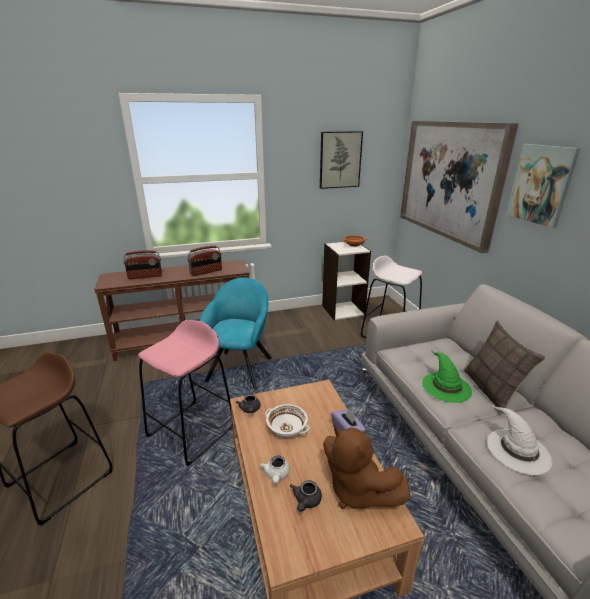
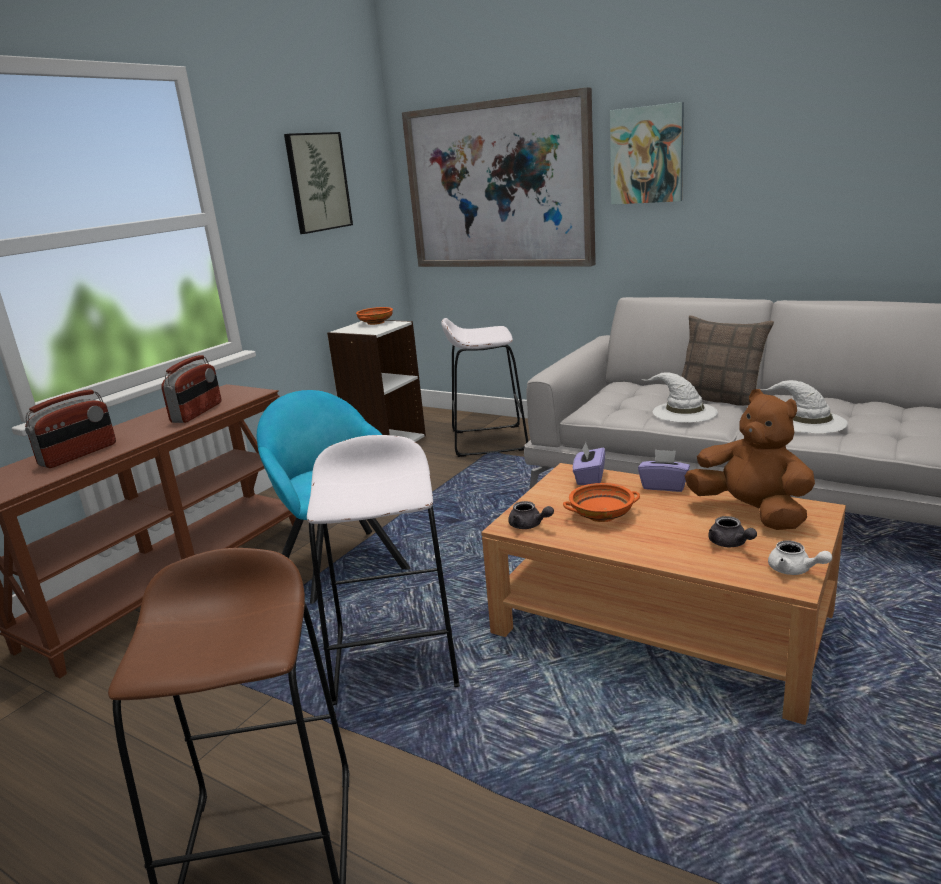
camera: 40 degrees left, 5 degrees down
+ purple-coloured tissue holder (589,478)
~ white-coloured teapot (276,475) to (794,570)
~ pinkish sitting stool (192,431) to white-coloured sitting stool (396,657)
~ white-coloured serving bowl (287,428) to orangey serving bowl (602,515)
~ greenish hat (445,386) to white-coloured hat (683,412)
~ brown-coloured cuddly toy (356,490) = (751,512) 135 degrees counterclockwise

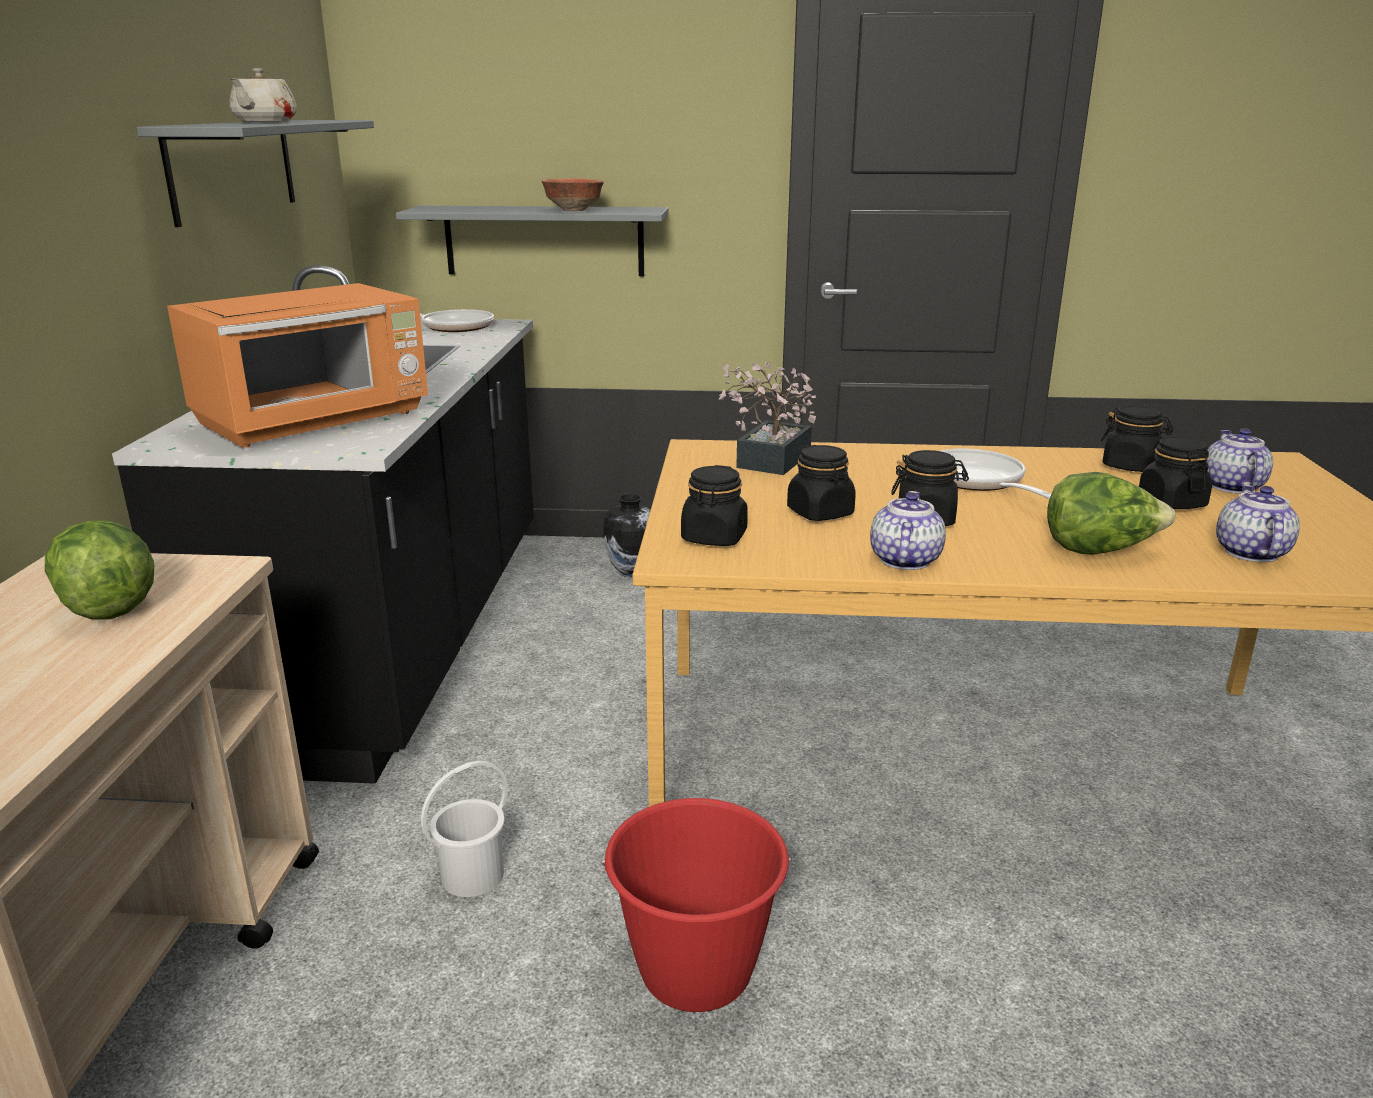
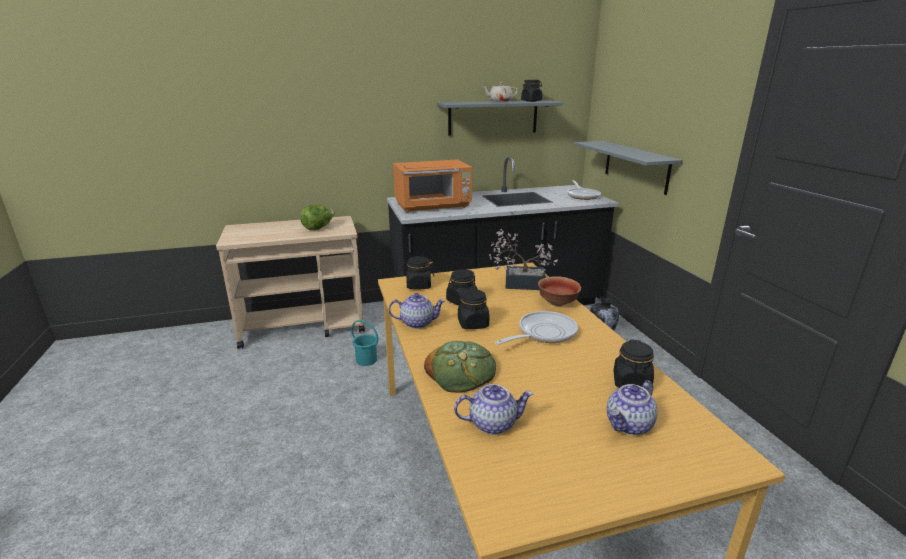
camera: 70 degrees right, 0 degrees up
- reddish bucket (696,971)
~ serving bowl (574,210) to (558,303)
~ blackish storage jar (1171,502) to (531,101)
~ lettuce head (1099,550) to bread (461,371)
~ white-coloured bucket (471,875) to blue-green bucket (366,360)
~ orangey microwave (316,421) = (433,206) 45 degrees counterclockwise
~ teapot (1231,486) = (629,425) 150 degrees clockwise

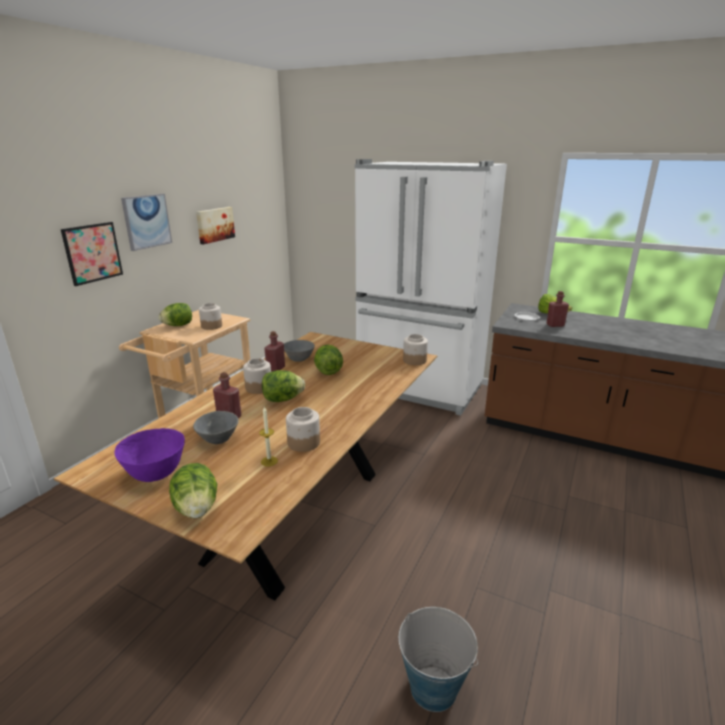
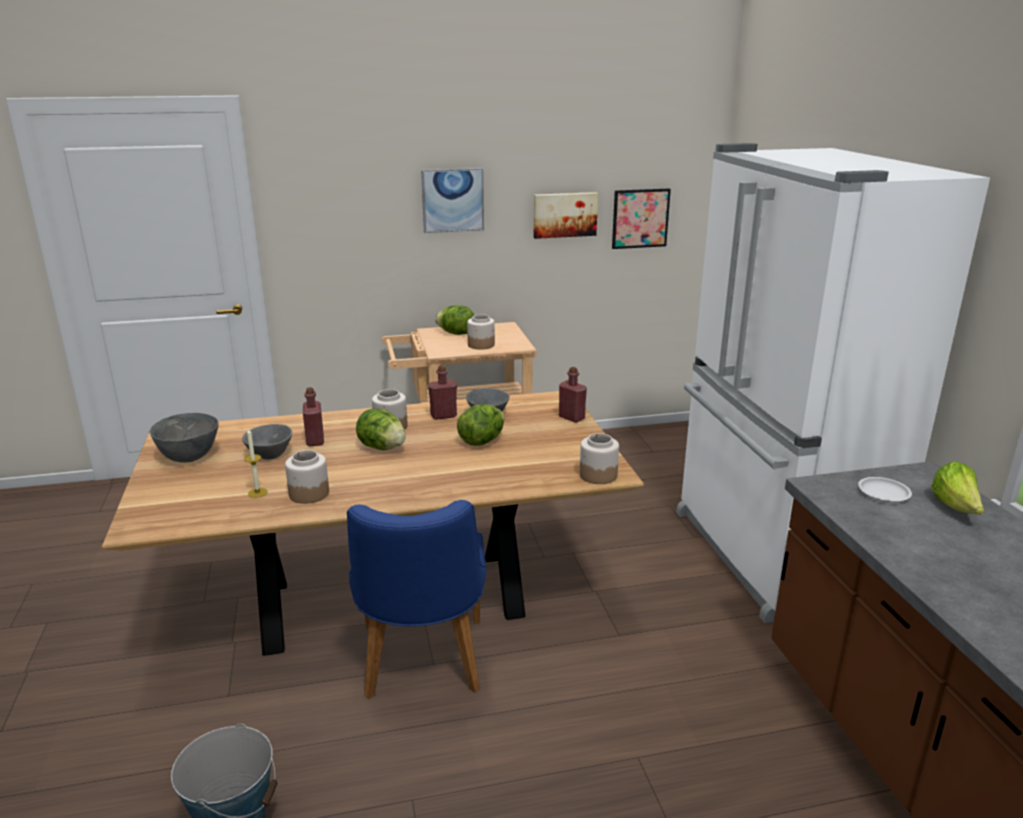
camera: 50 degrees right, 0 degrees up
- lettuce head (197,509)
+ blue upright chair (422,666)
~ picture (93,253) to (640,218)
~ reddish beverage bottle (555,325) to (571,417)
~ purple-coloured serving bowl (156,474) to greyish serving bowl (189,458)

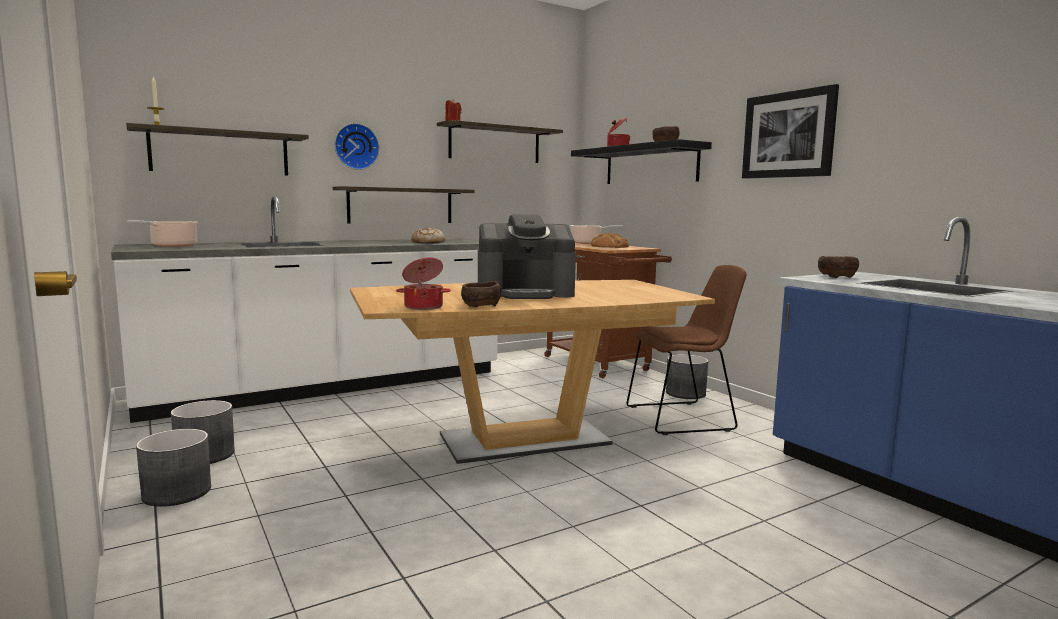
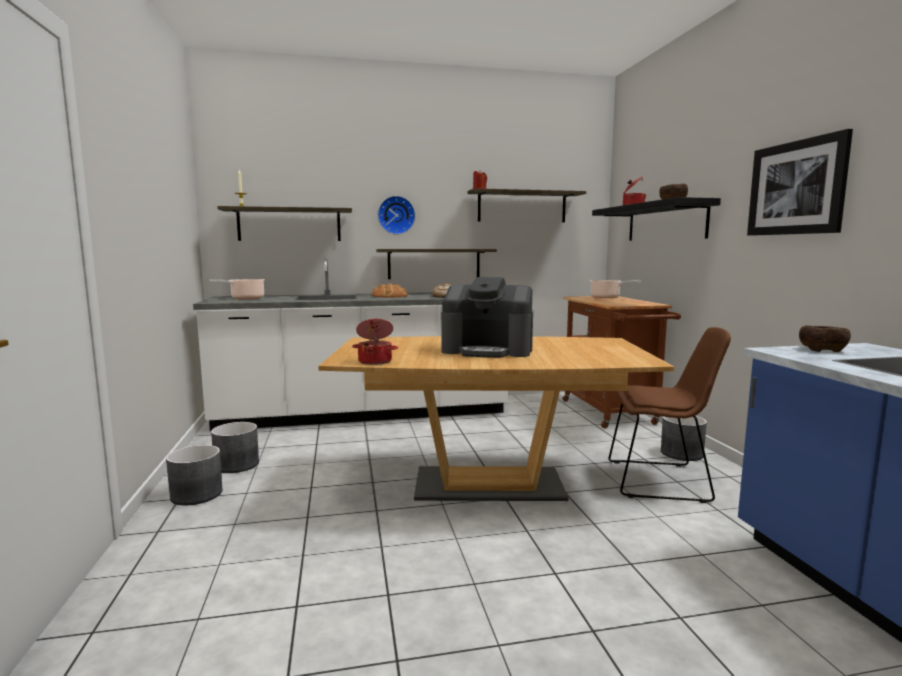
camera: 20 degrees right, 0 degrees up
- brown-coloured serving bowl (480,306)
~ bread (609,246) to (390,296)

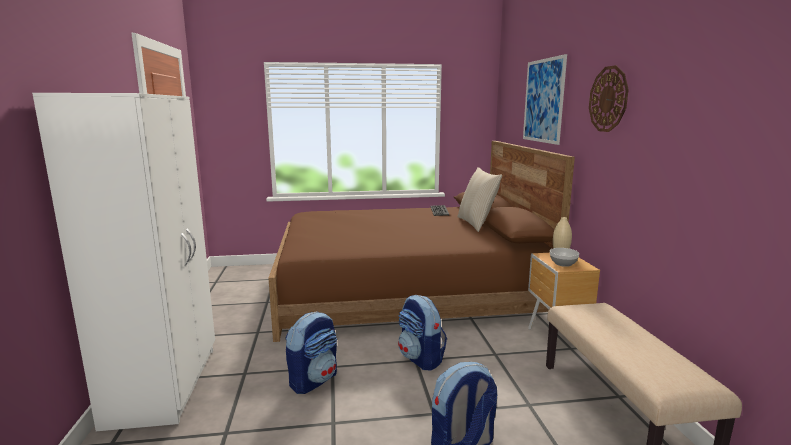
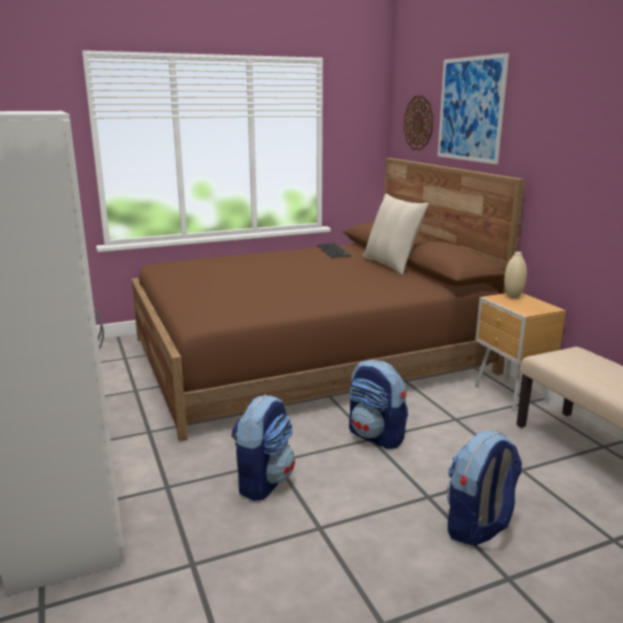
camera: 15 degrees left, 5 degrees up
- serving bowl (563,263)
~ clock on the wall (608,99) to (419,123)

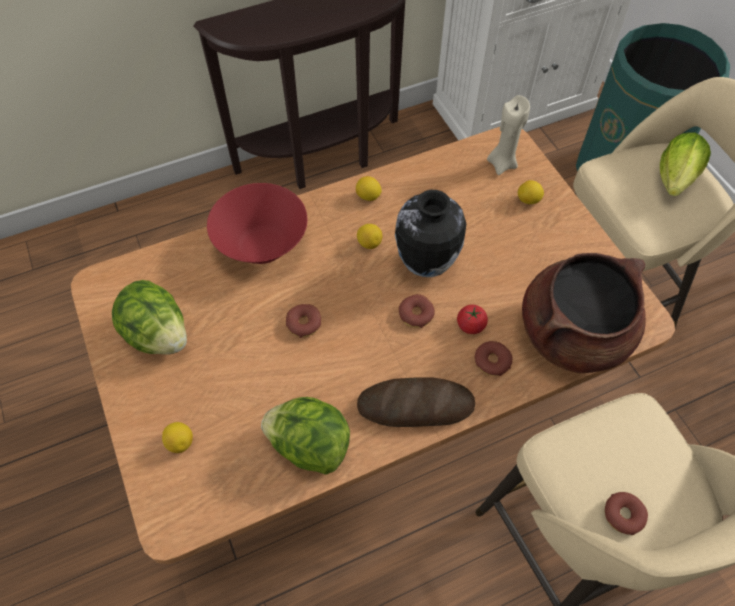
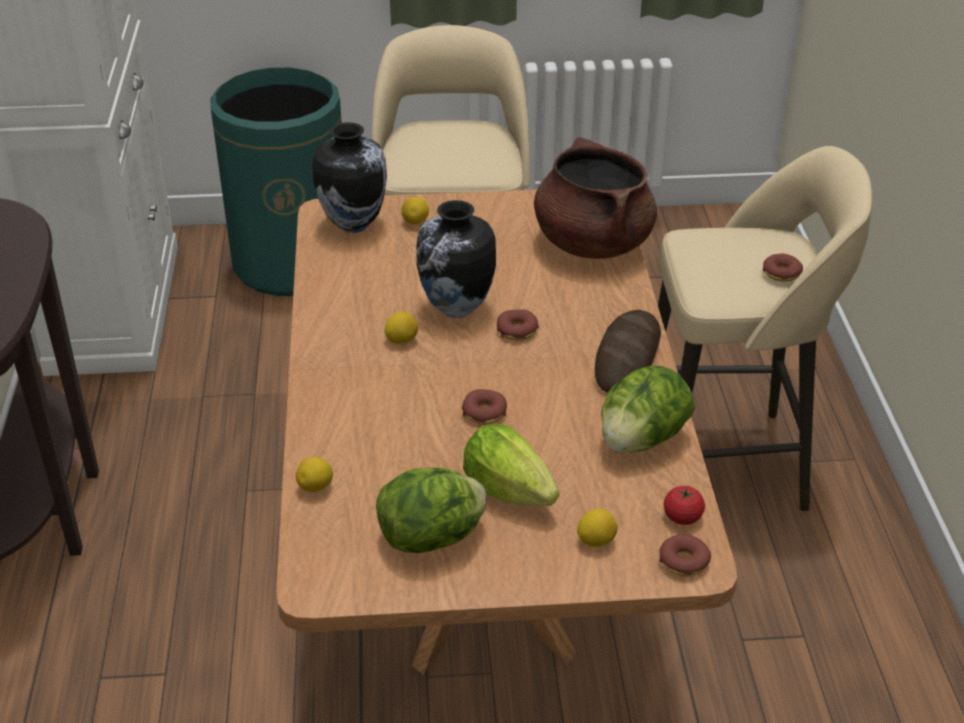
camera: 70 degrees left, 20 degrees down
- reddish serving bowl (262,245)
~ whole lemon (368,196) to (315,487)
~ fresh tomato (470,325) to (682,517)
~ donut (492,361) to (683,561)
~ lettuce head (675,178) to (508,490)
~ sand-coloured candle (502,163) to flower vase (353,224)

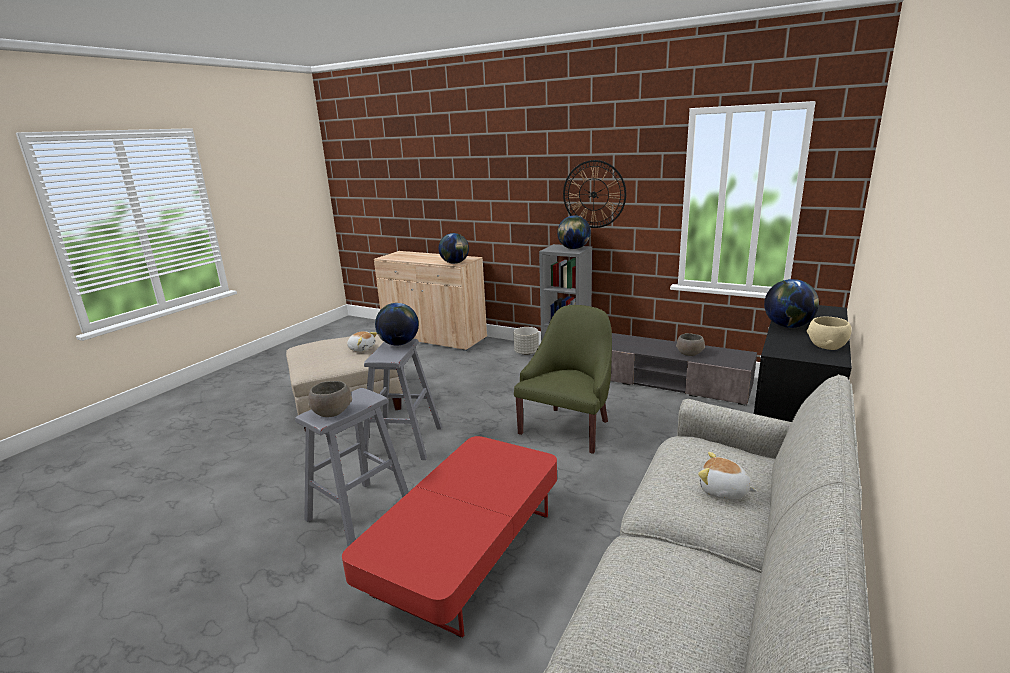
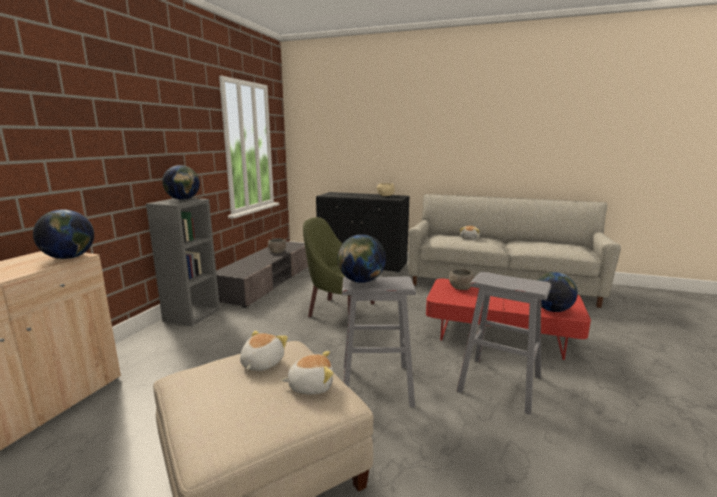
camera: 100 degrees left, 5 degrees down
- greyish flower pot (526,353)
- clock on the wall (594,194)
+ cuddly toy (310,386)
~ greyish serving bowl (332,411) to (460,288)
~ desk globe (788,326) to (552,310)

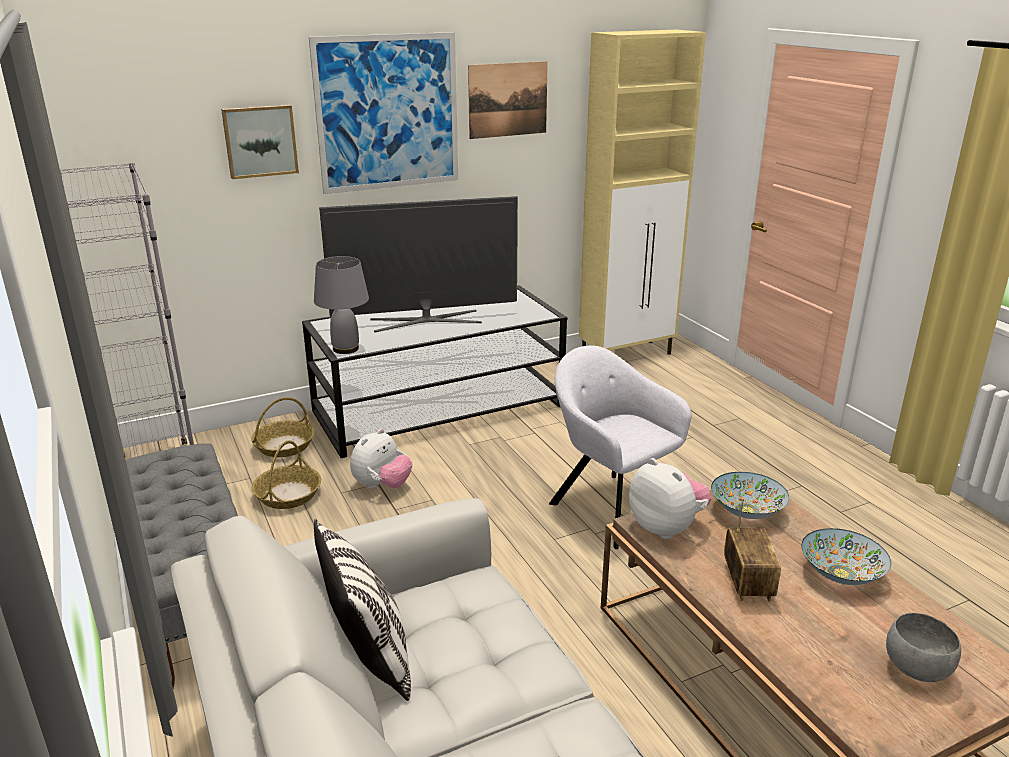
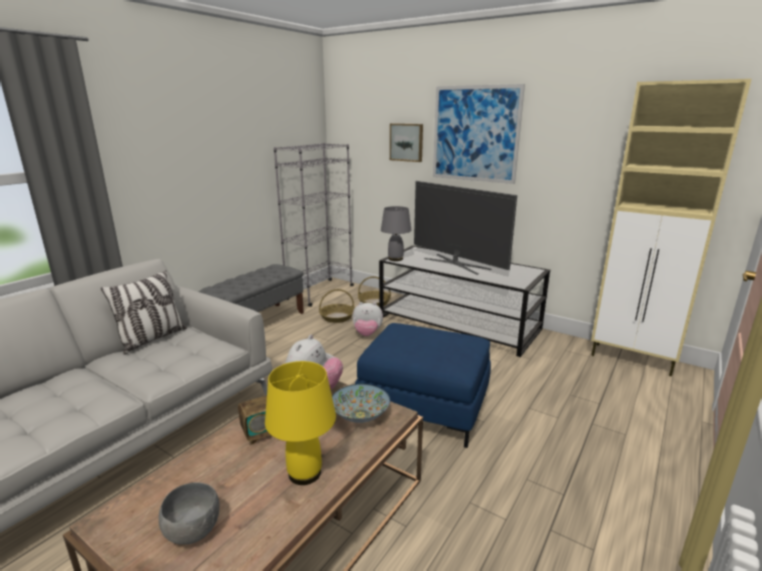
camera: 60 degrees right, 5 degrees down
- picture (508,100)
~ greyish lounge chair (610,506) to blue ottoman (424,406)
~ serving bowl (841,574) to yellow-coloured table lamp (304,473)

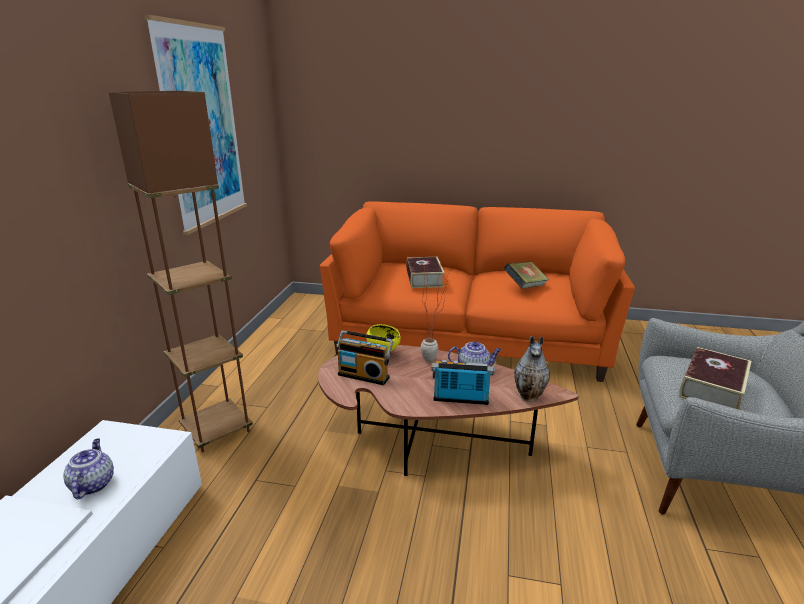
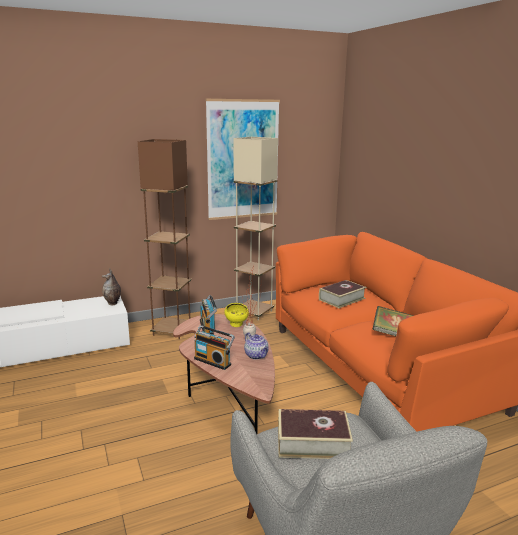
camera: 55 degrees right, 5 degrees down
- teapot (92,484)
+ sand-coloured standing lamp (254,312)
~ flower vase (530,396) to (113,303)
~ radio set (460,400) = (213,361) 150 degrees clockwise

